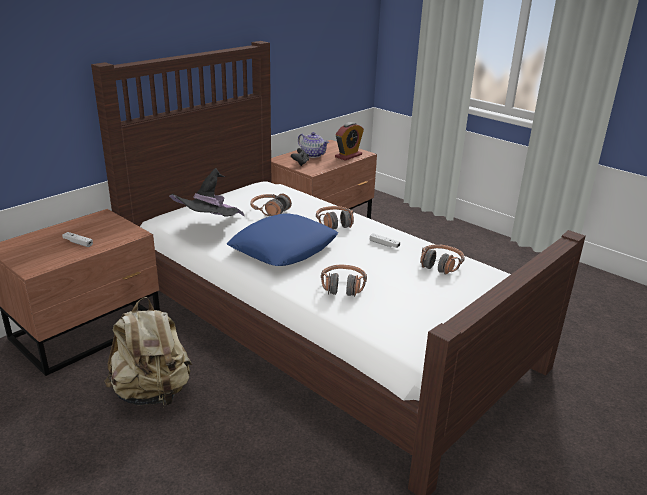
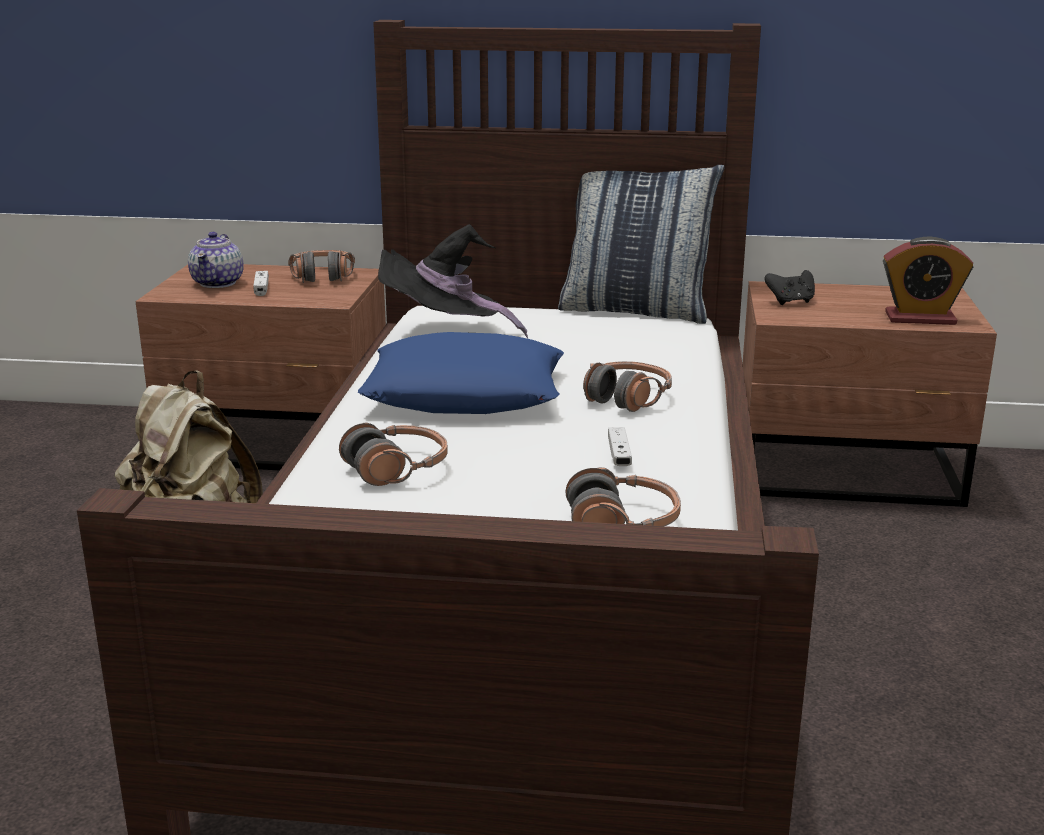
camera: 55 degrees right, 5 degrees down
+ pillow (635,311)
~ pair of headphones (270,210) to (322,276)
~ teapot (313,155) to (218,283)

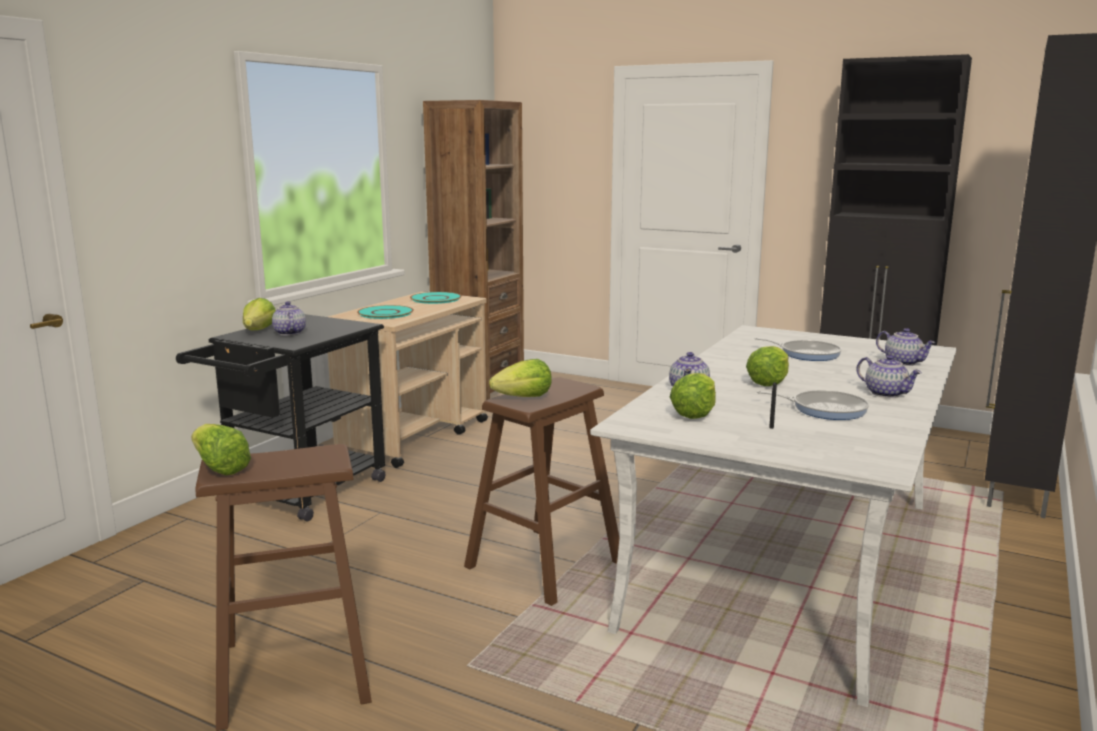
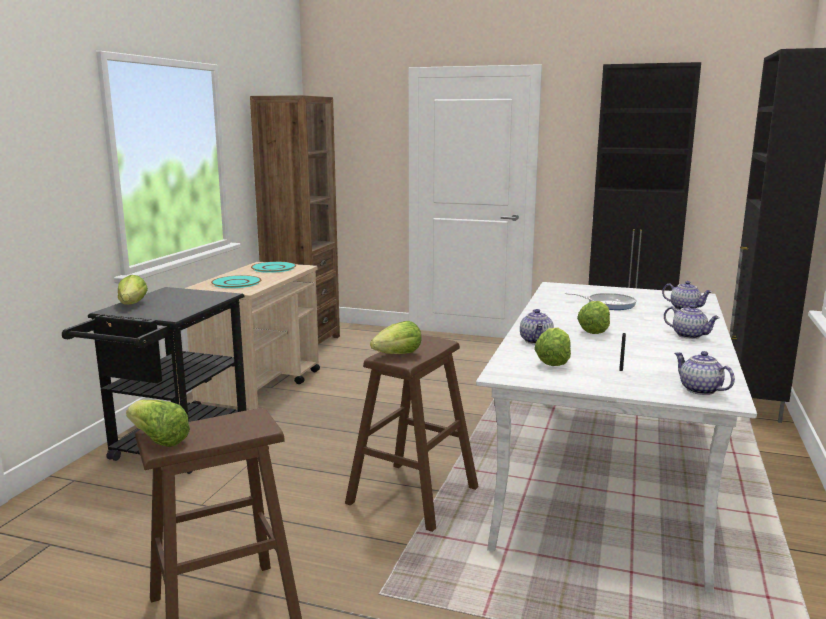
camera: 10 degrees left, 0 degrees up
- skillet (824,409)
~ teapot (289,333) to (699,390)

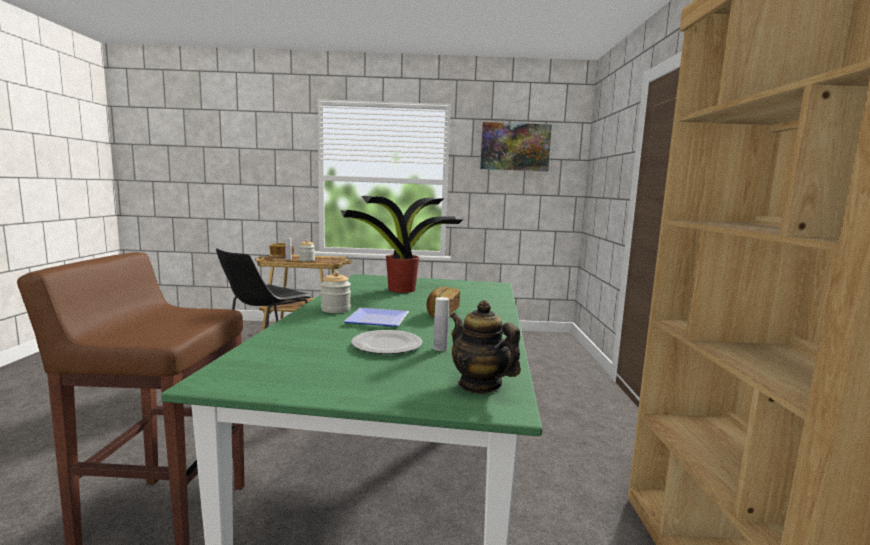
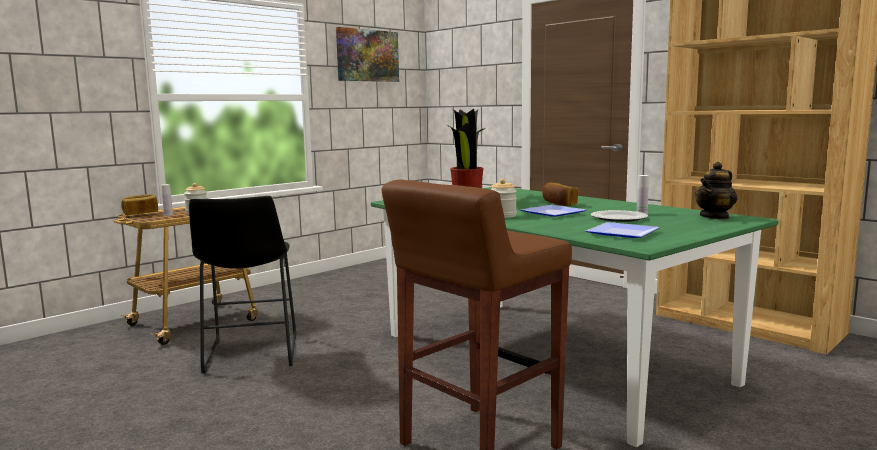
camera: 45 degrees left, 0 degrees up
+ flat dish (625,233)
~ teapot (479,385) = (715,217) 45 degrees counterclockwise

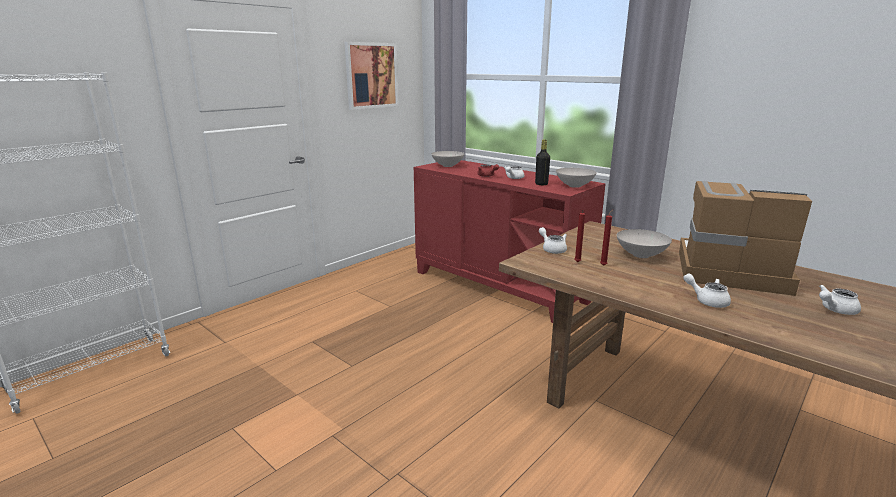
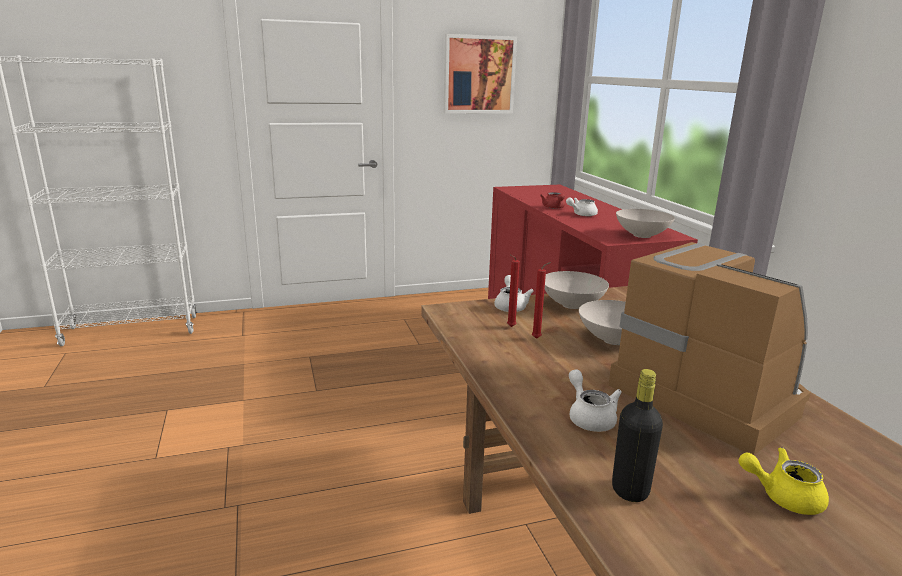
camera: 30 degrees right, 0 degrees up
~ white-coloured serving bowl (448,166) to (573,305)
~ blackish beverage bottle (541,184) to (630,490)
~ white-coloured teapot (834,310) to yellow-coloured teapot (782,496)

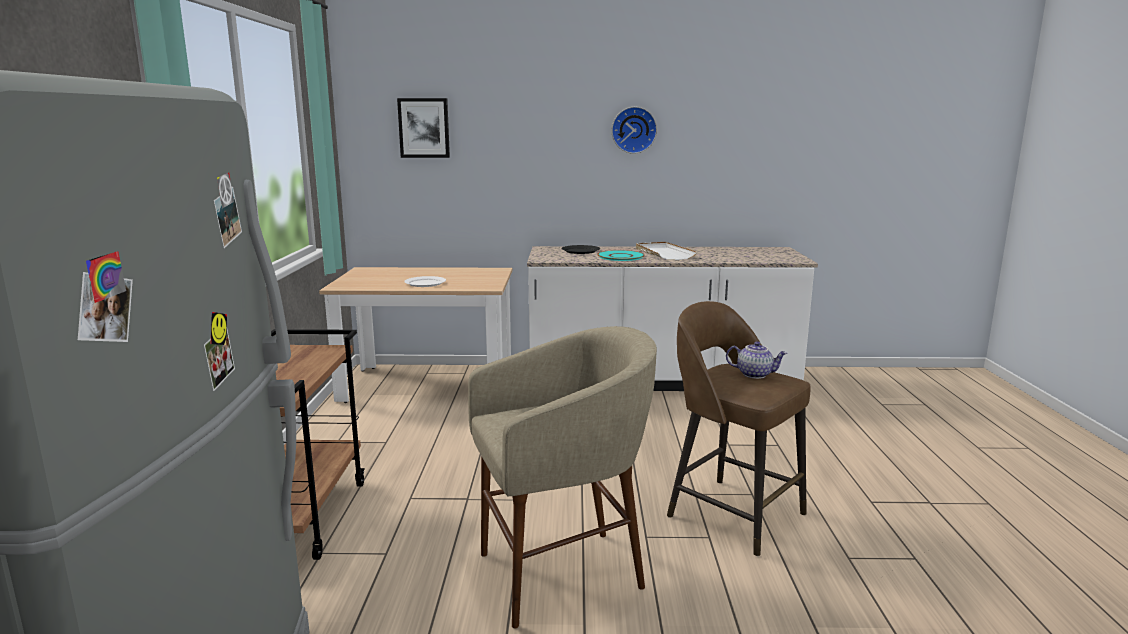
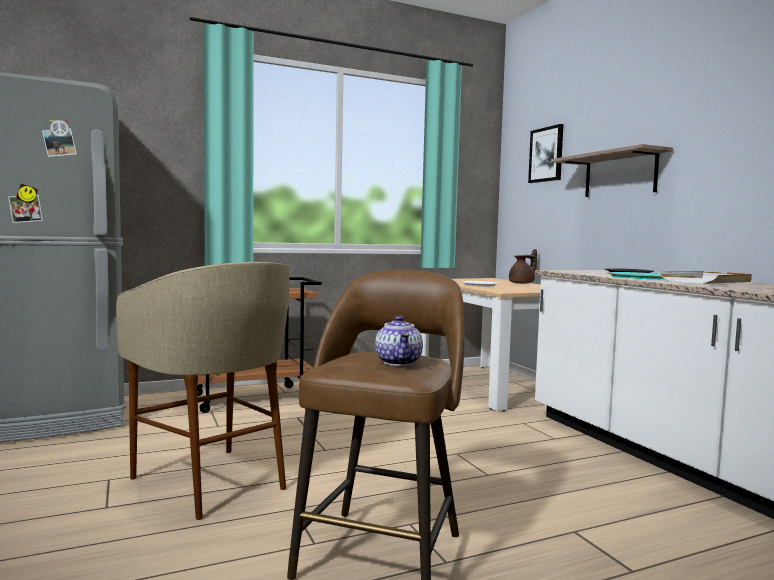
camera: 65 degrees right, 10 degrees down
- clock on the wall (634,130)
+ brown-coloured teapot (522,283)
+ shelf (620,175)

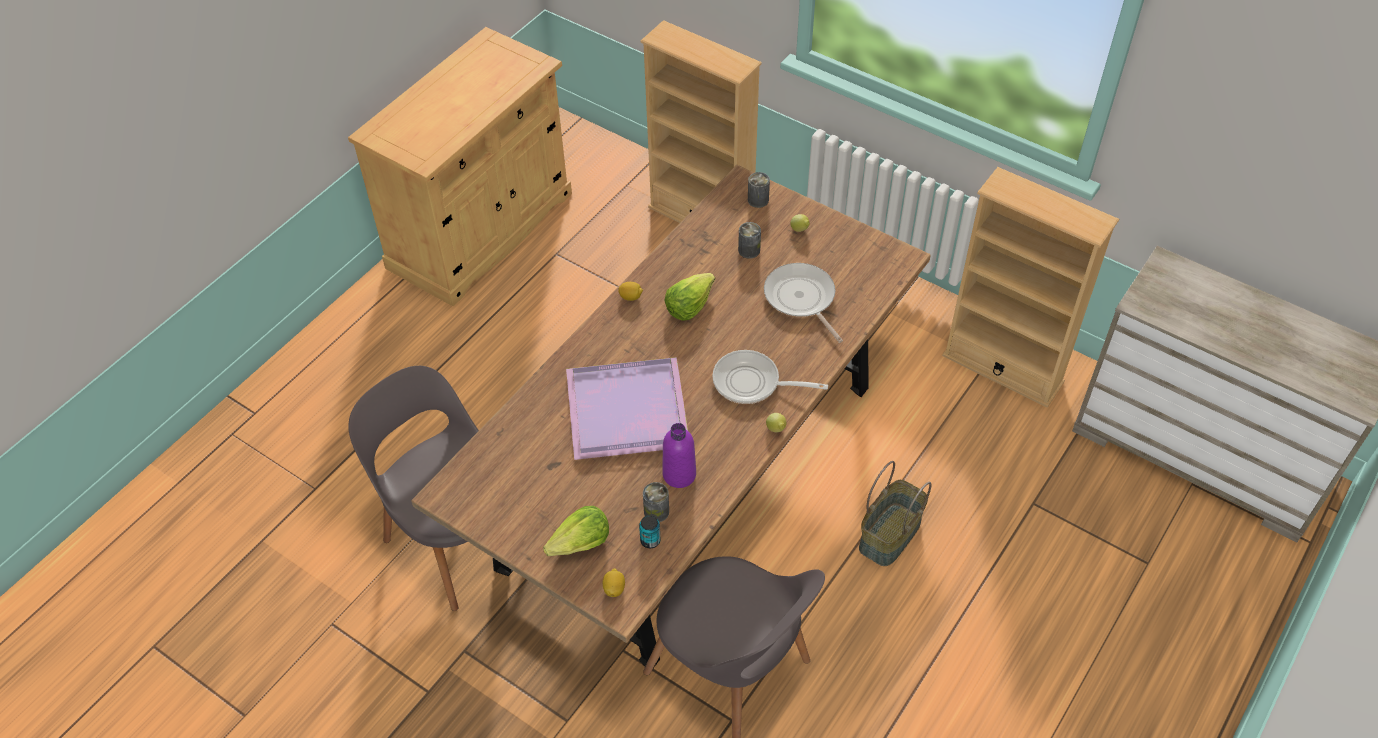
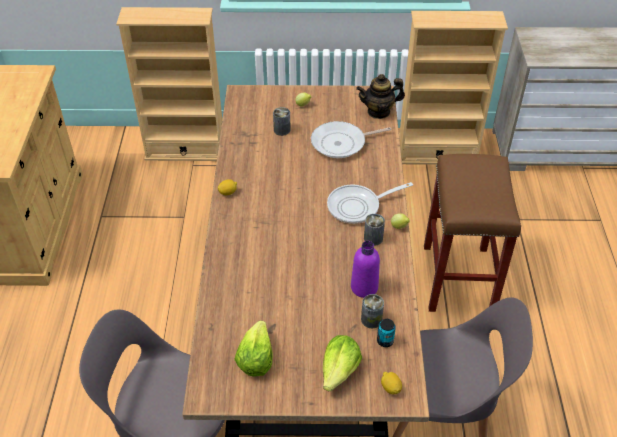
camera: 35 degrees left, 5 degrees down
- purple-coloured tray (629,411)
+ teapot (379,111)
~ lettuce head (689,305) to (255,358)
~ can (758,200) to (373,238)
~ household basket (890,536) to brown-coloured sitting stool (459,280)
~ skillet (801,299) = (341,143) 45 degrees counterclockwise

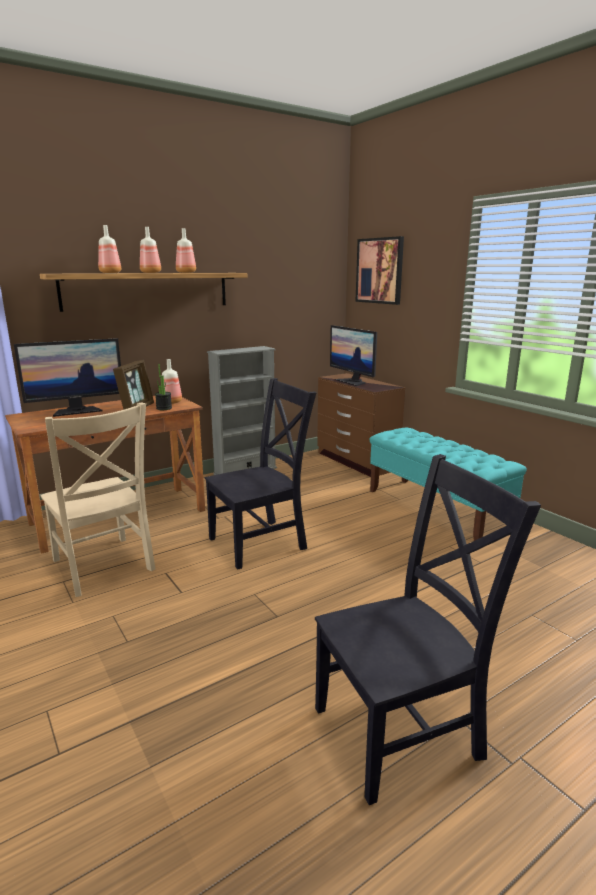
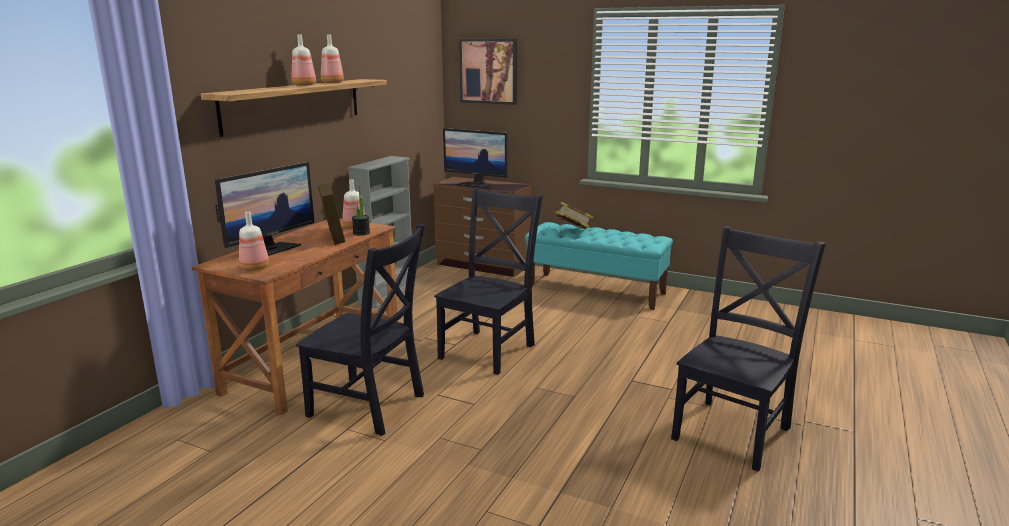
camera: 30 degrees left, 0 degrees up
+ book (572,231)
~ beverage bottle (111,273) to (255,267)
~ sand-coloured upright chair (104,567) to blackish upright chair (370,407)

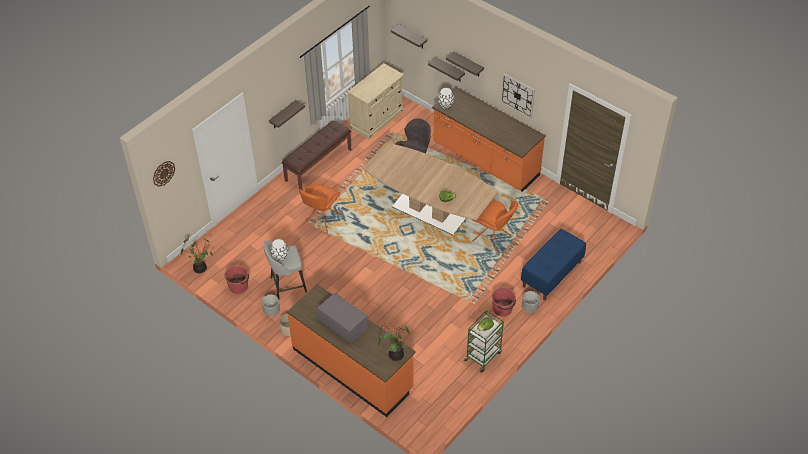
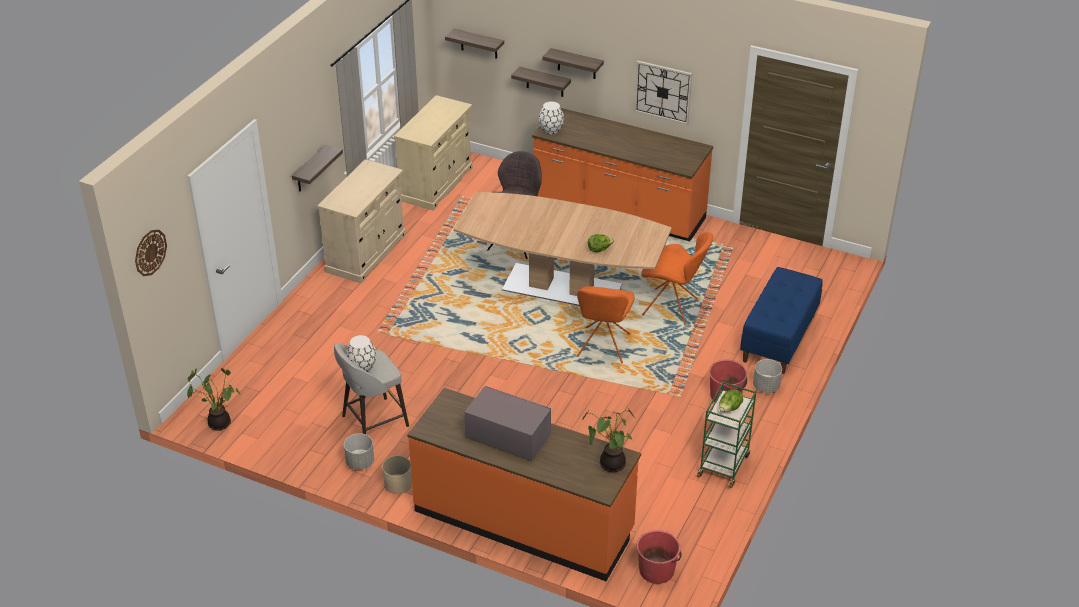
camera: 15 degrees left, 10 degrees down
~ reddish bucket (238,286) to (657,570)
~ orangey upright chair (321,220) to (603,347)
~ brown-coloured bench (318,164) to sand-coloured cupboard (366,253)

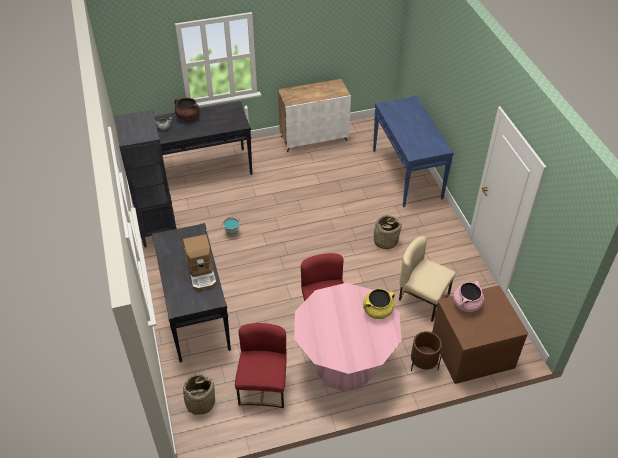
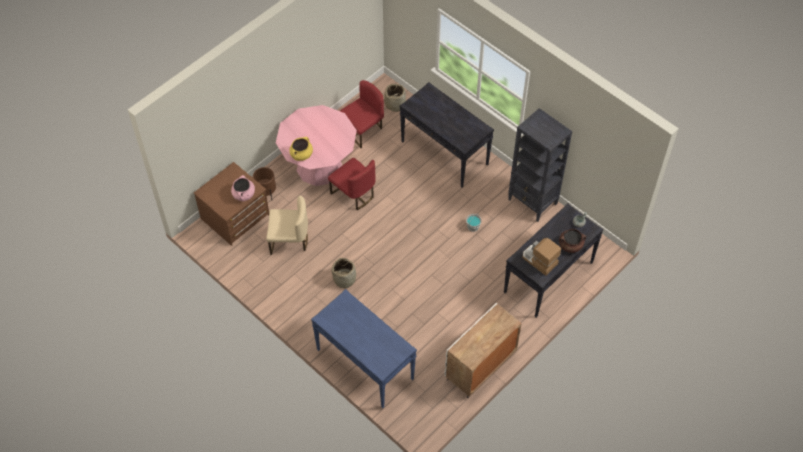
camera: 150 degrees right, 10 degrees up
~ coffee maker (202,273) to (539,260)
~ reddish upright chair (263,386) = (363,130) 105 degrees counterclockwise

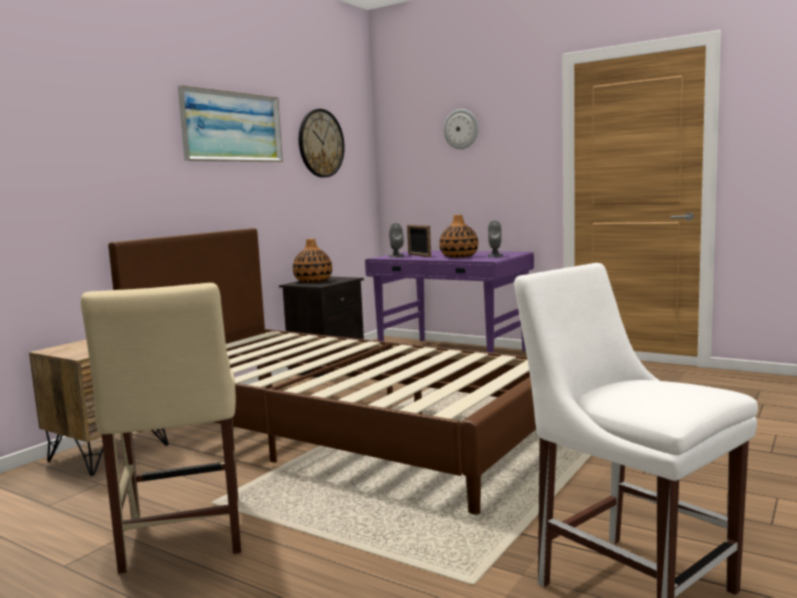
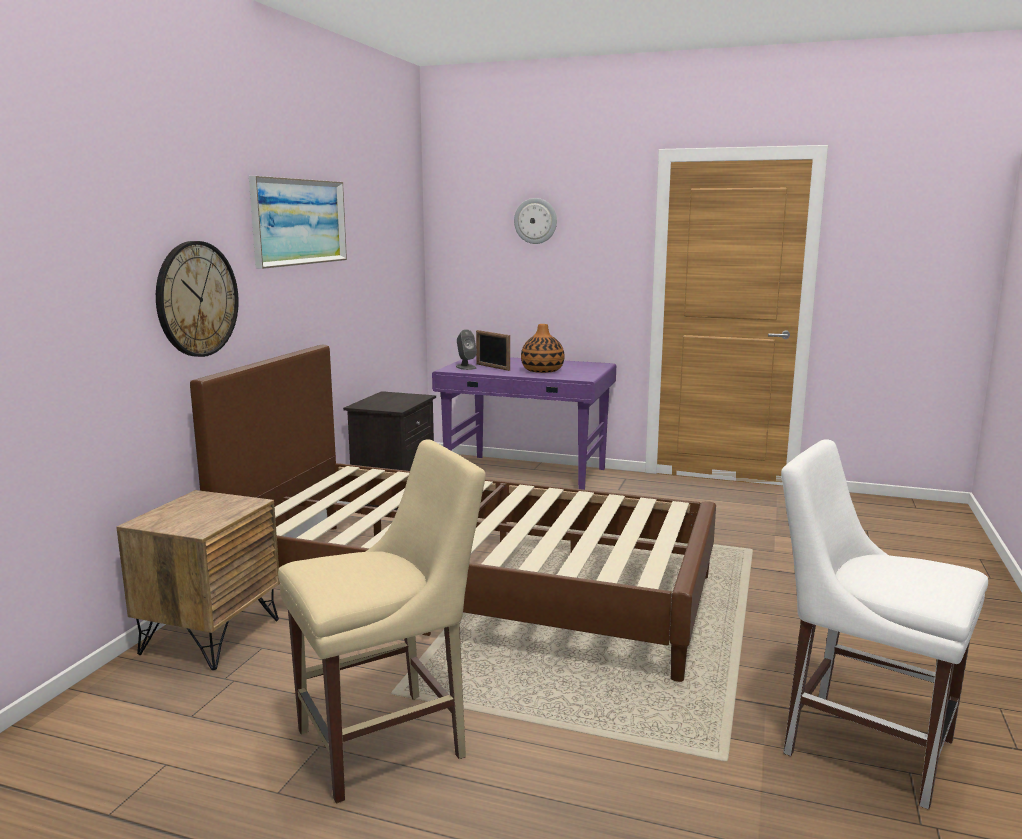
camera: 15 degrees left, 5 degrees up
- flower vase (313,281)
- greyish audio speaker (495,255)
~ clock on the wall (320,143) to (197,299)
~ sand-coloured upright chair (182,537) = (389,741) 90 degrees counterclockwise

